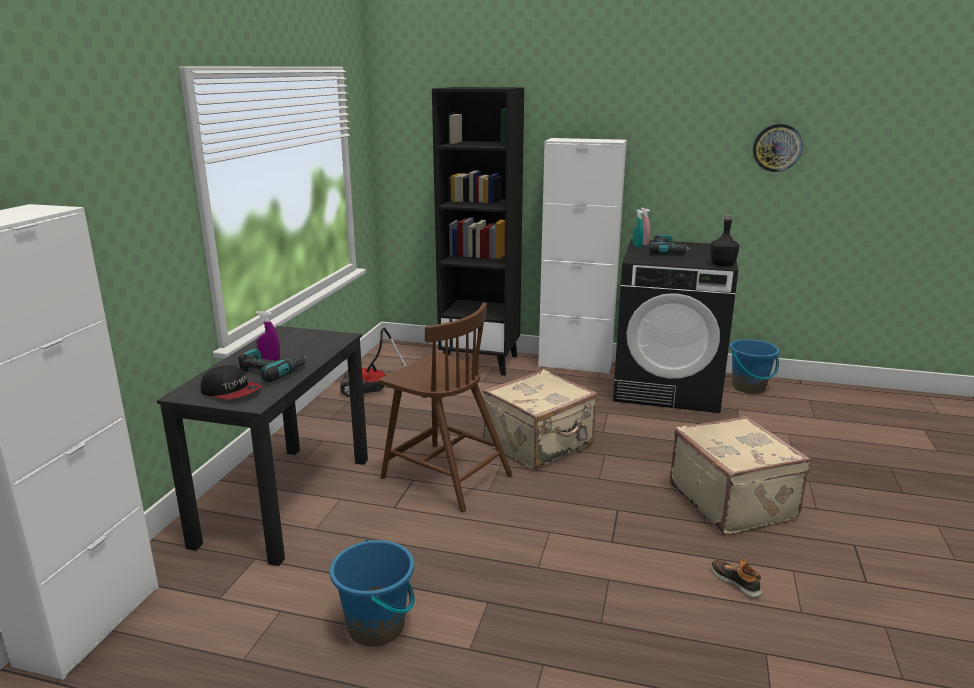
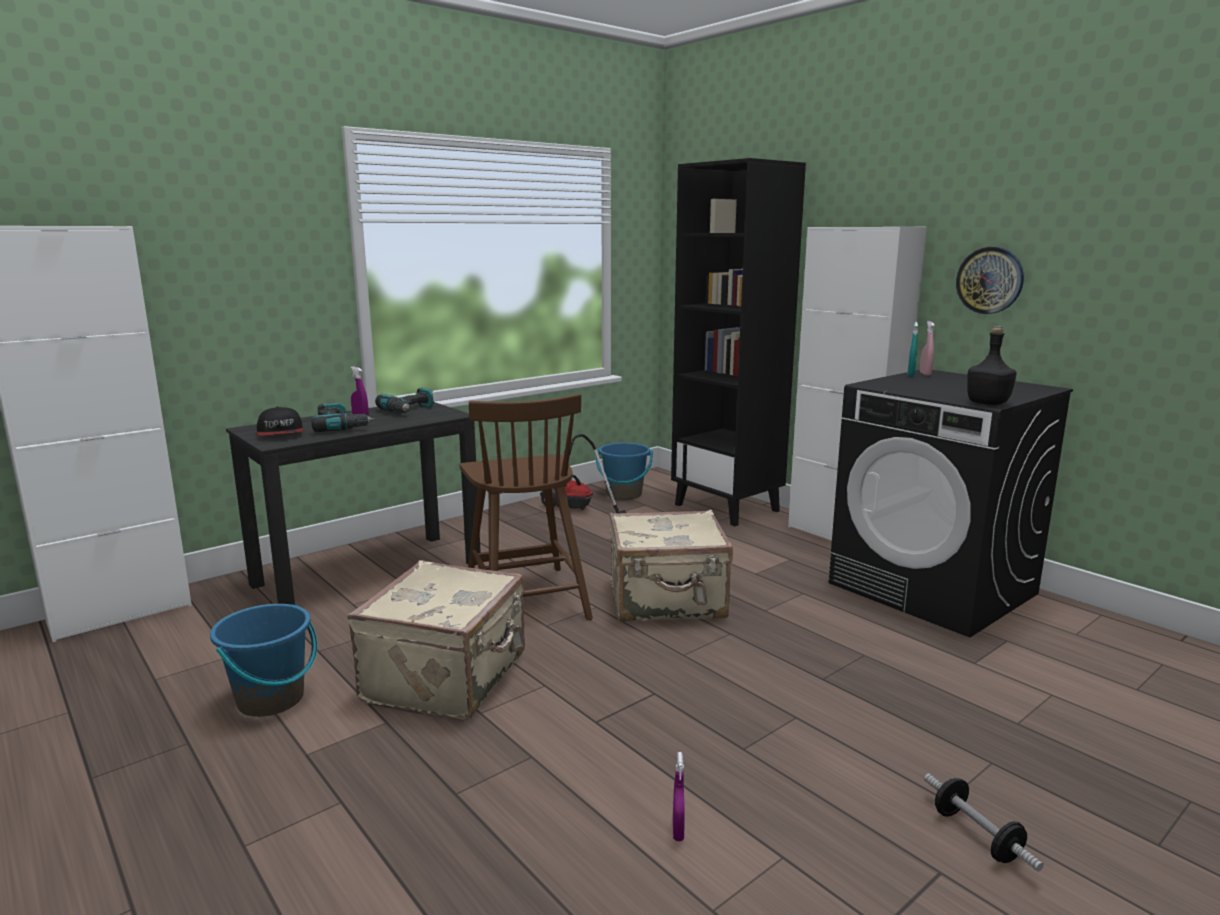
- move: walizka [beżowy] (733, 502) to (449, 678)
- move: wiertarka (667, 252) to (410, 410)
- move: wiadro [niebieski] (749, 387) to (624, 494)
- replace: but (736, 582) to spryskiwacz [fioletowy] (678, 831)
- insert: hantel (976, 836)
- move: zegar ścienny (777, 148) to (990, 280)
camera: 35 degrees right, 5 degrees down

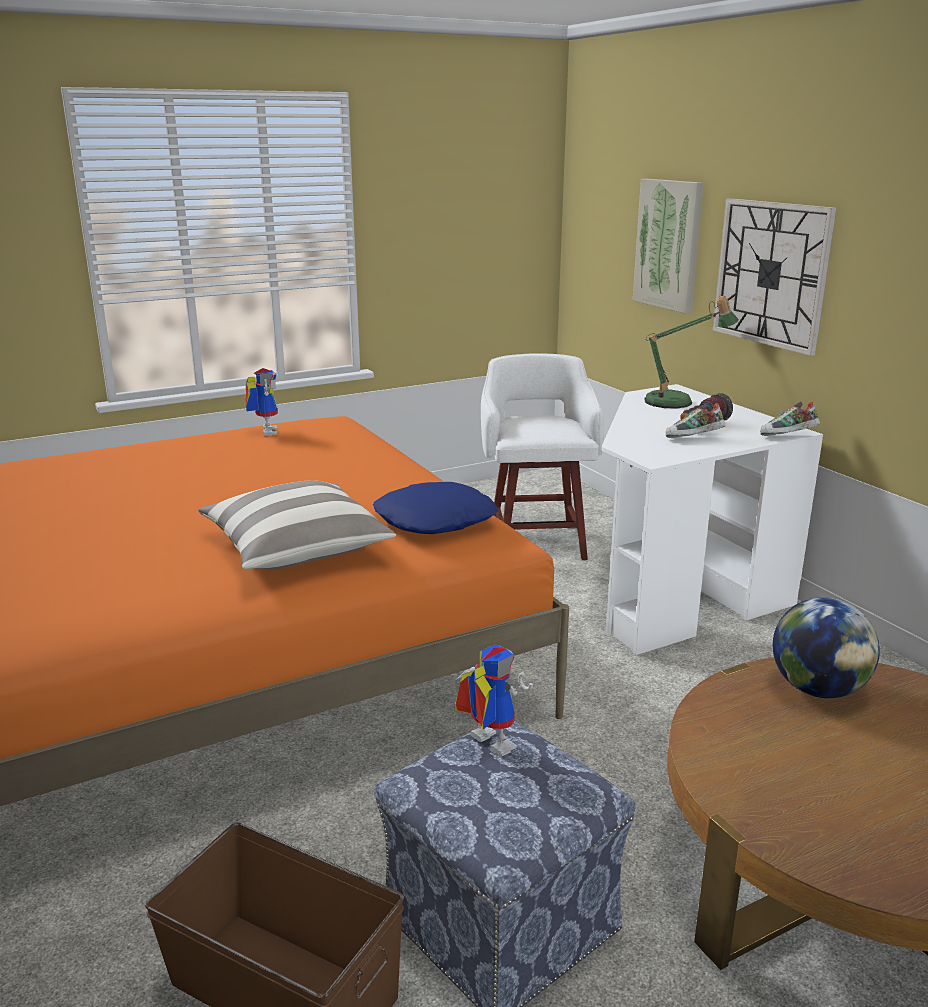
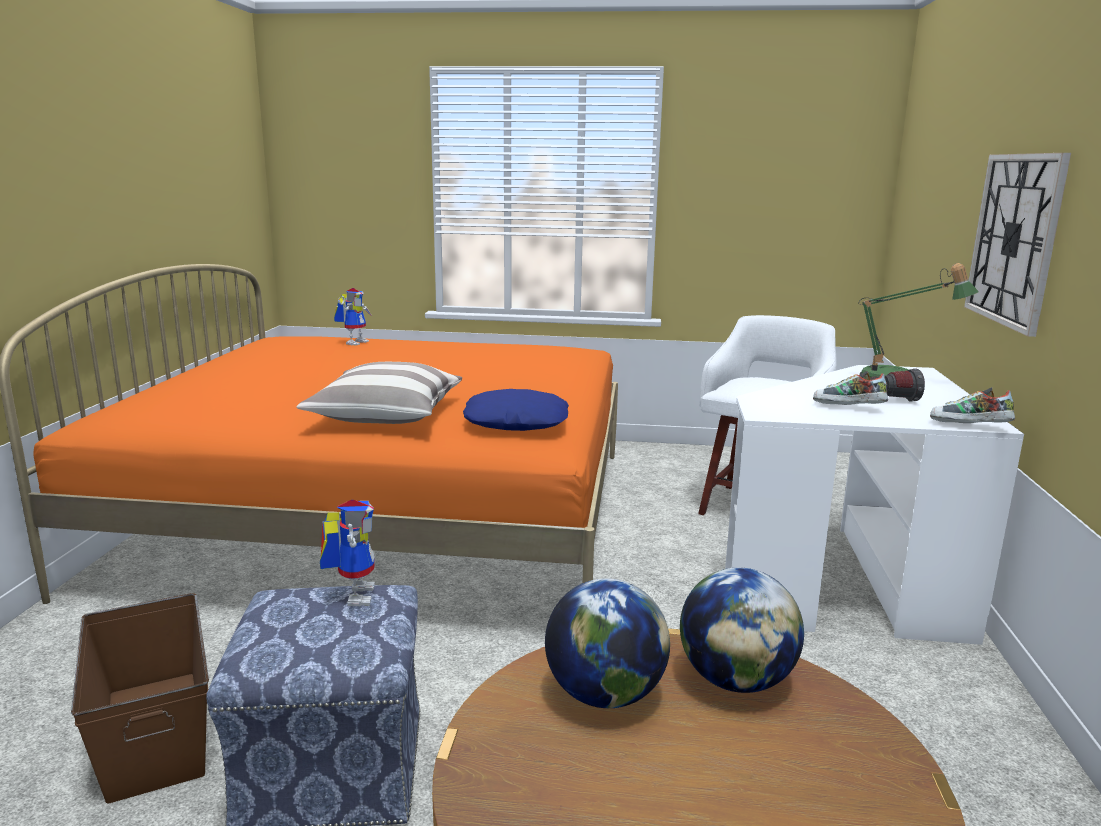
- move: robot zabawkowy (265, 431) to (355, 342)
- insert: globus (605, 695)
- delete: obraz (668, 244)
camera: 35 degrees right, 5 degrees down

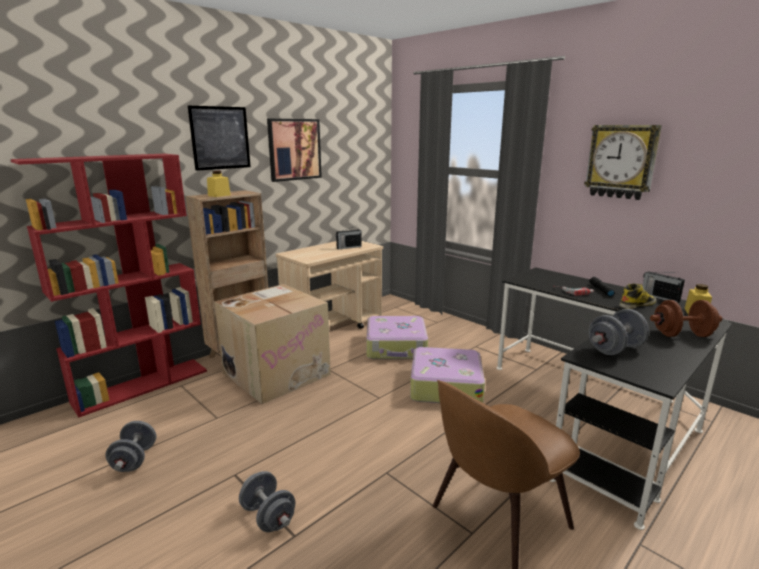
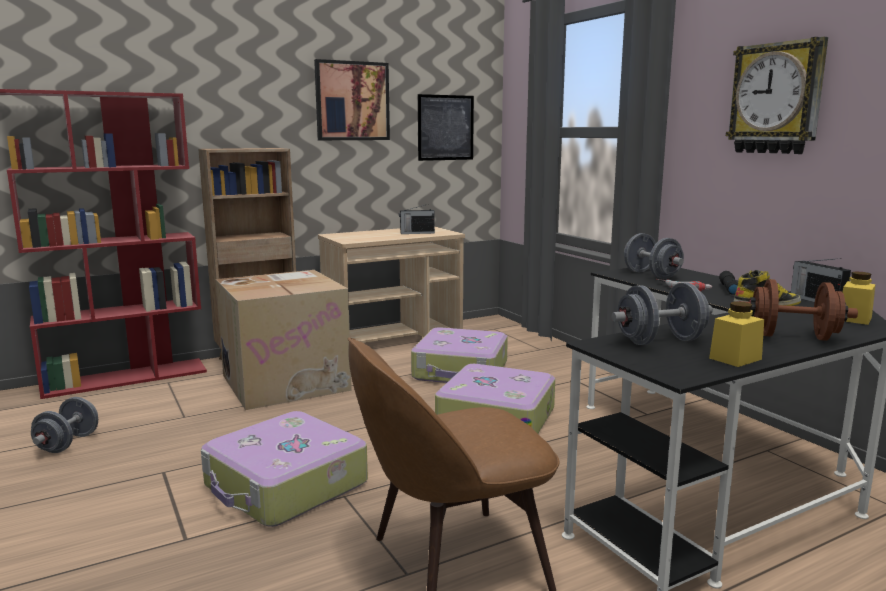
- insert: walizka (285, 486)
- move: obraz (220, 138) to (445, 127)
- move: hantel [szary] (268, 516) to (651, 275)
- move: słoik [żółty] (219, 195) to (735, 358)
camera: 15 degrees right, 5 degrees down

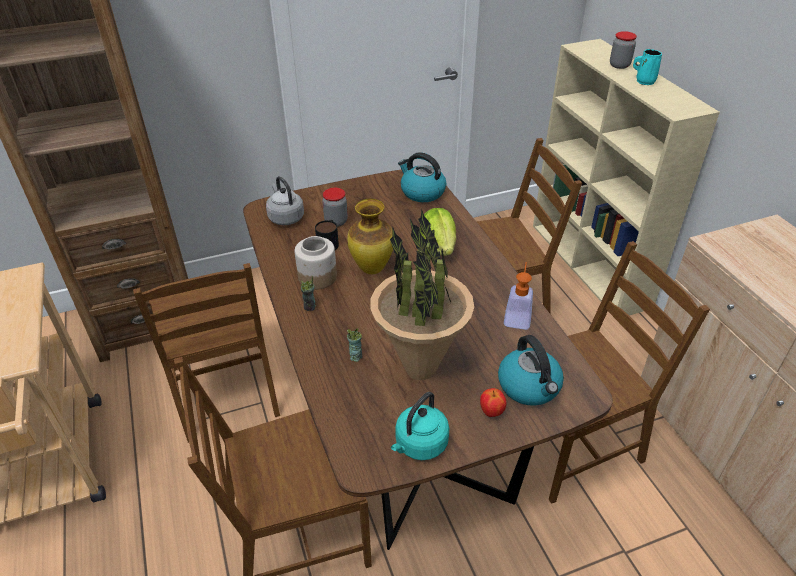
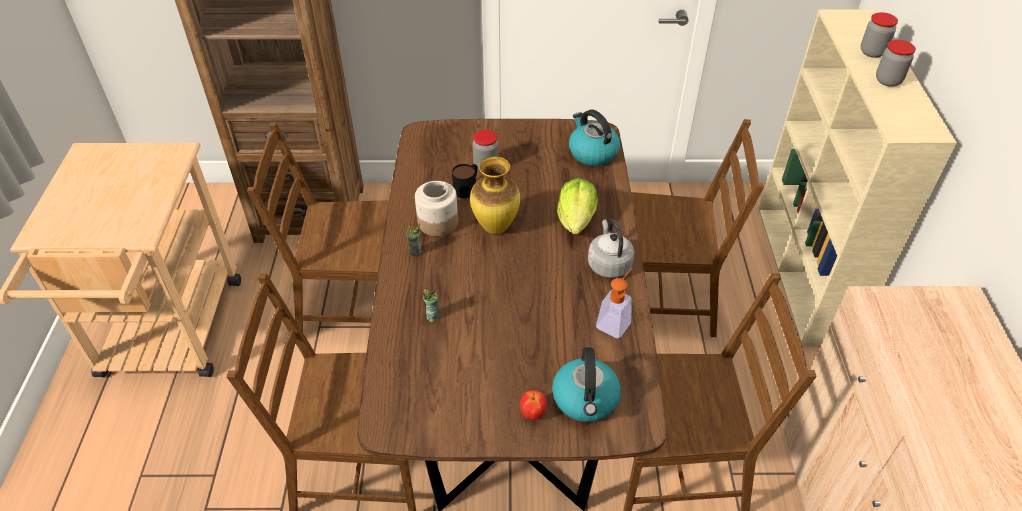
- rotate: krzesło [brązowy] (226, 391) = (354, 305) 90 degrees clockwise
- move: czajnik [szary] (285, 217) to (608, 263)
- replace: kubek [turkusowy] (644, 81) to słoik (888, 80)
- delete: roślina doniczkowa (421, 369)
- delete: czajnik [turkusowy] (419, 445)
camera: 20 degrees right, 5 degrees up

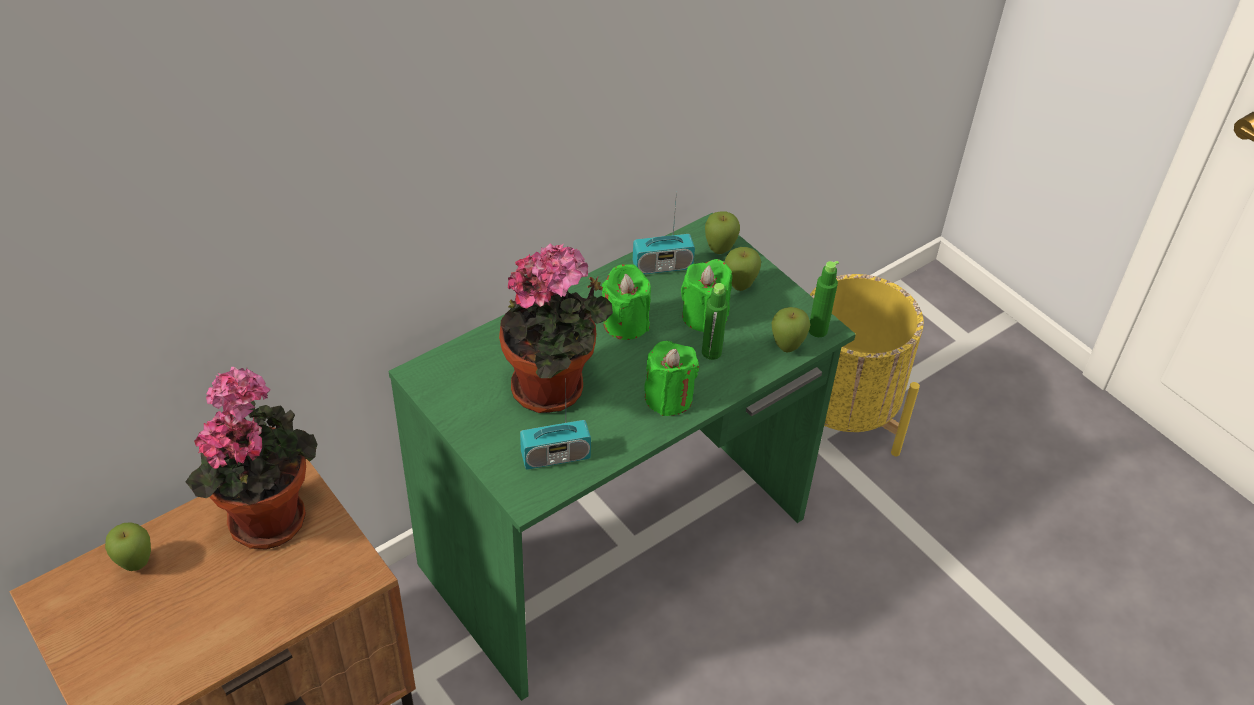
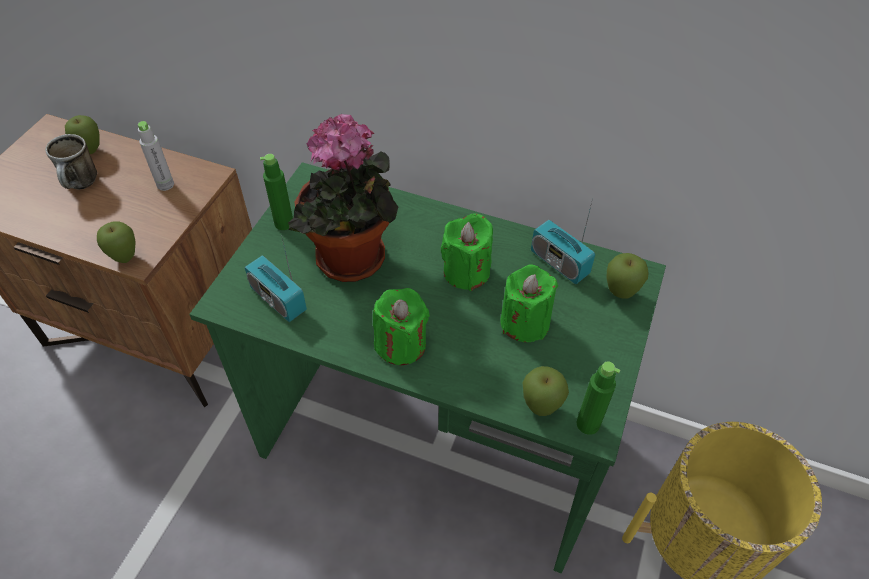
- insert: kubek (82, 185)
- move: jabłko (739, 286) to (125, 258)
- replace: roślina doniczkowa (267, 514) to butelka [szary] (165, 185)
- move: butelka [zielony] (711, 352) to (284, 223)
camera: 60 degrees right, 5 degrees up

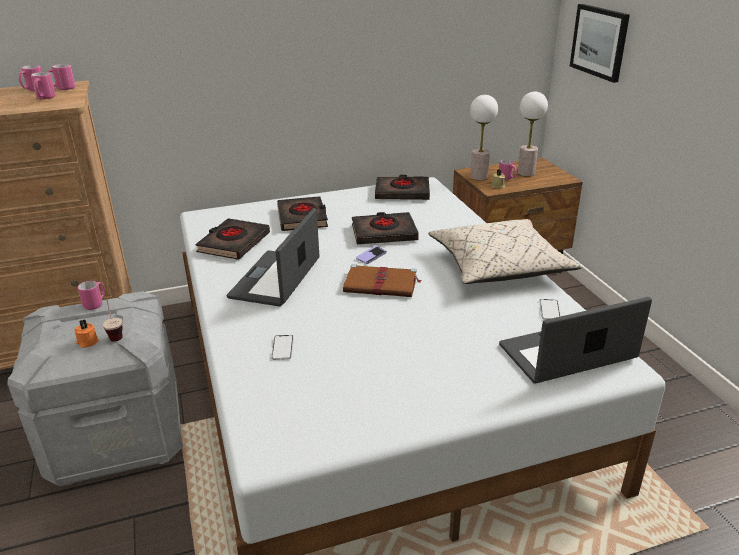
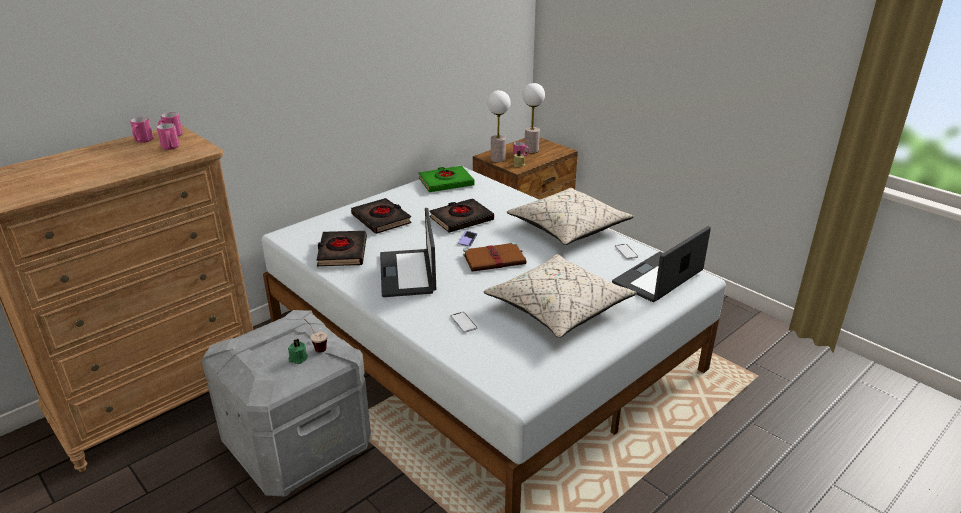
- recolor: świeca [pomarańczowy] (87, 342) to świeca [zielony] (298, 358)
- recolor: książka [czarny] (402, 192) to książka [zielony] (446, 183)
- insert: poduszka [beżowy] (557, 308)
- delete: kubek [różowy] (96, 304)
- delete: obraz (599, 42)
camera: 25 degrees left, 0 degrees up

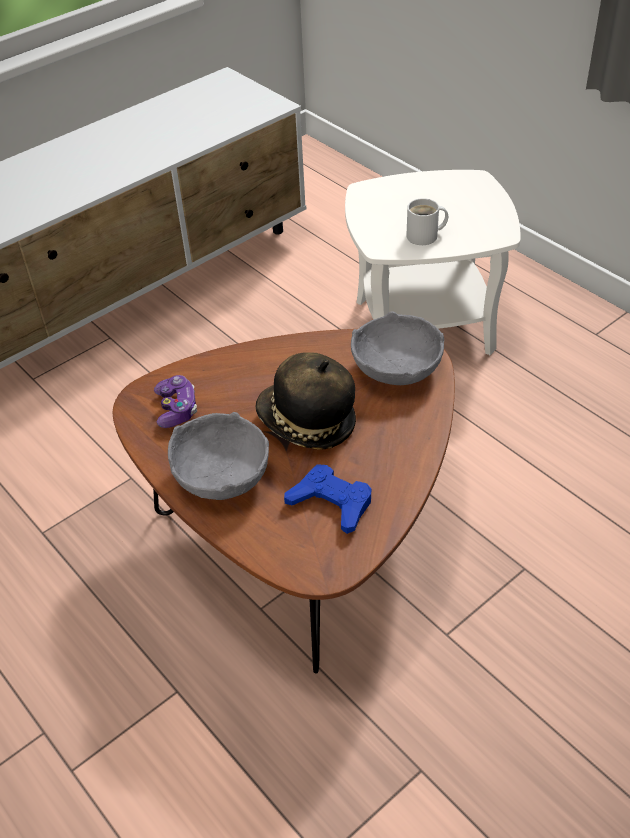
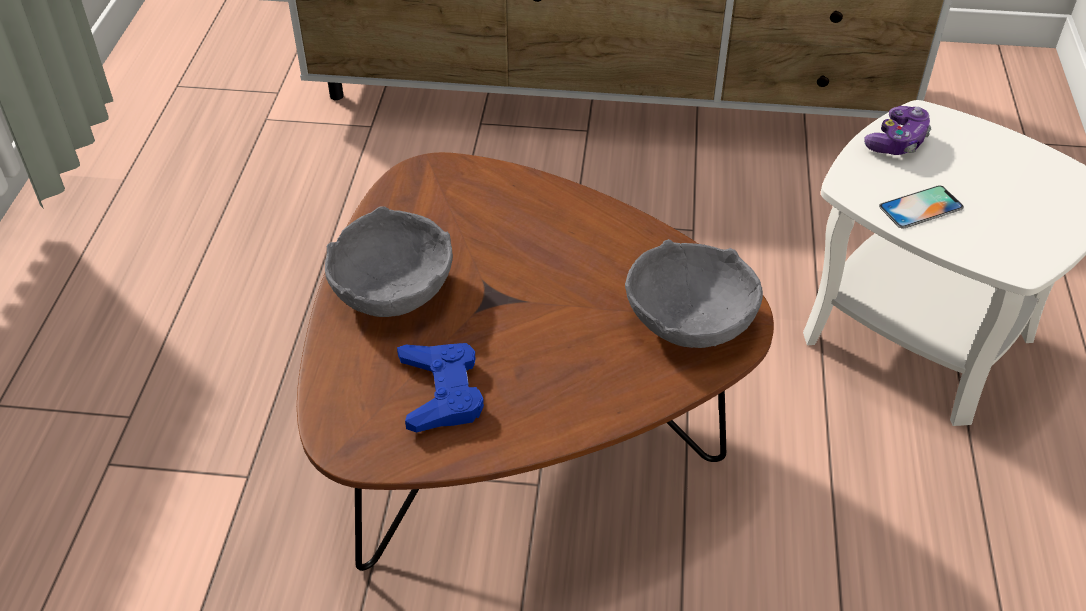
- move: pad do gier (176, 409) to (897, 142)
- replace: kubek [biały] (425, 236) to telefon (921, 207)
- delete: kapelusz (306, 422)
camera: 45 degrees right, 0 degrees up

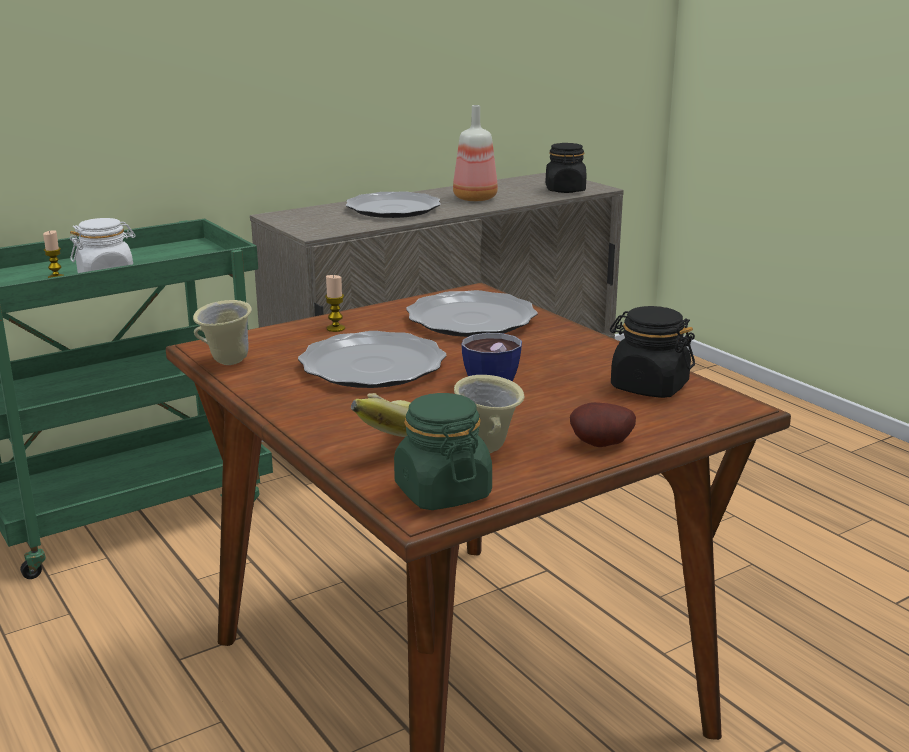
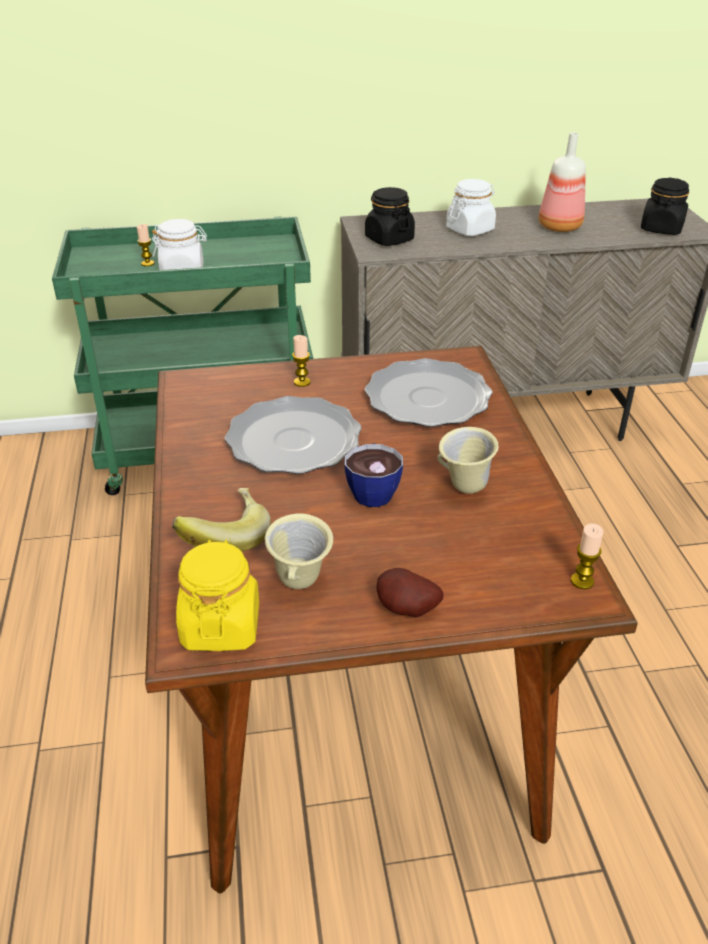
- recolor: słoik [zielony] (442, 492) to słoik [żółty] (221, 626)
- move: słoik [czarny] (648, 387) to (389, 239)
- move: kubek [beżowy] (226, 363) to (464, 489)
- replace: talerz (393, 209) to słoik [biały] (470, 230)
- insert: świeca (582, 581)
camera: 25 degrees right, 15 degrees up

